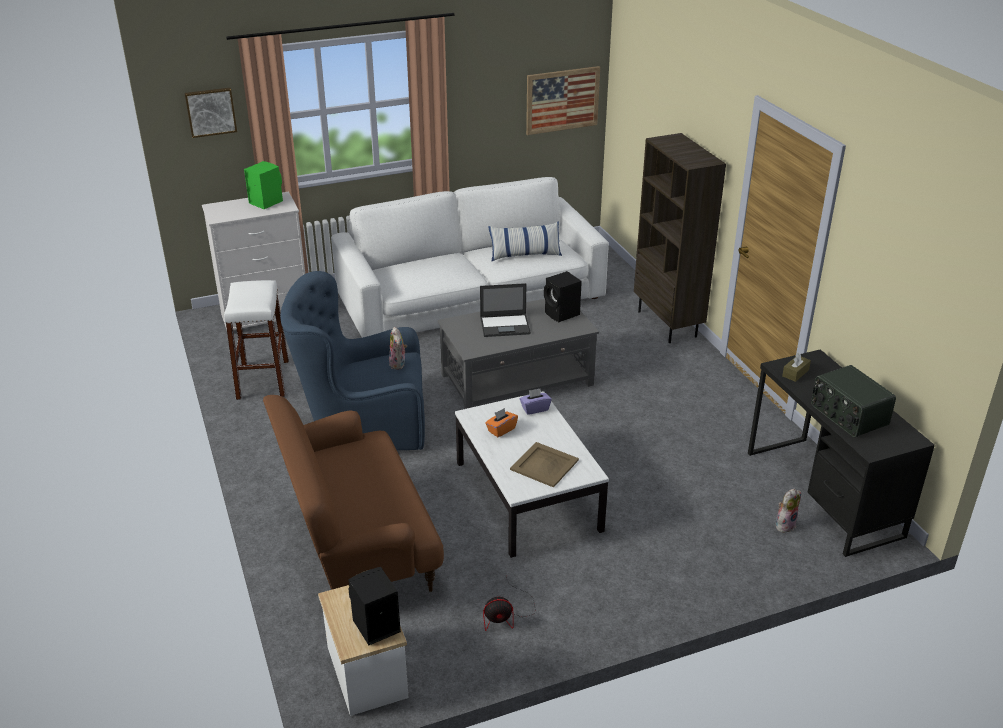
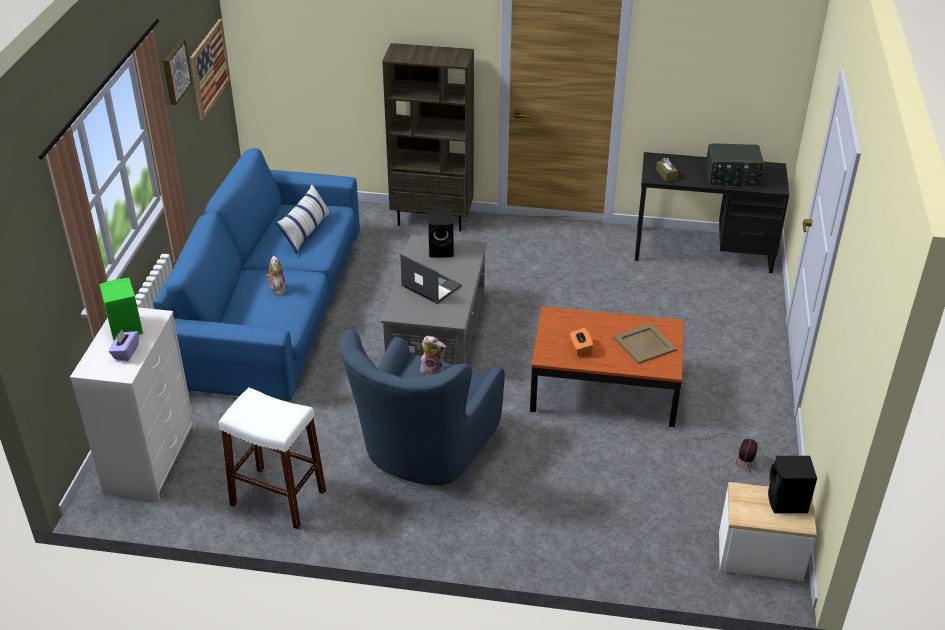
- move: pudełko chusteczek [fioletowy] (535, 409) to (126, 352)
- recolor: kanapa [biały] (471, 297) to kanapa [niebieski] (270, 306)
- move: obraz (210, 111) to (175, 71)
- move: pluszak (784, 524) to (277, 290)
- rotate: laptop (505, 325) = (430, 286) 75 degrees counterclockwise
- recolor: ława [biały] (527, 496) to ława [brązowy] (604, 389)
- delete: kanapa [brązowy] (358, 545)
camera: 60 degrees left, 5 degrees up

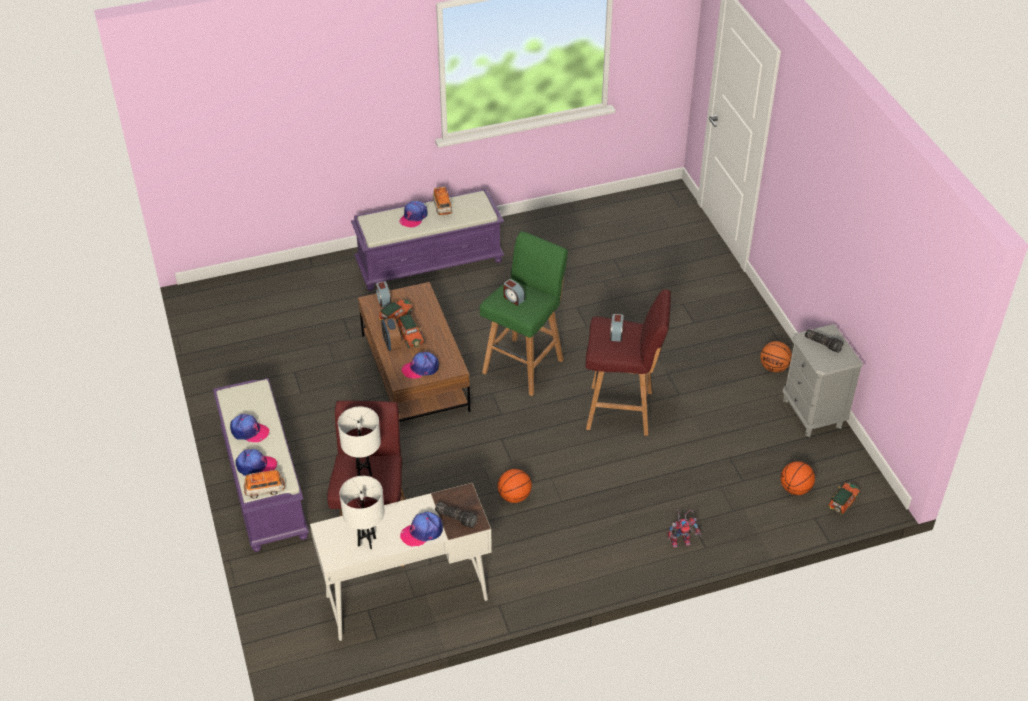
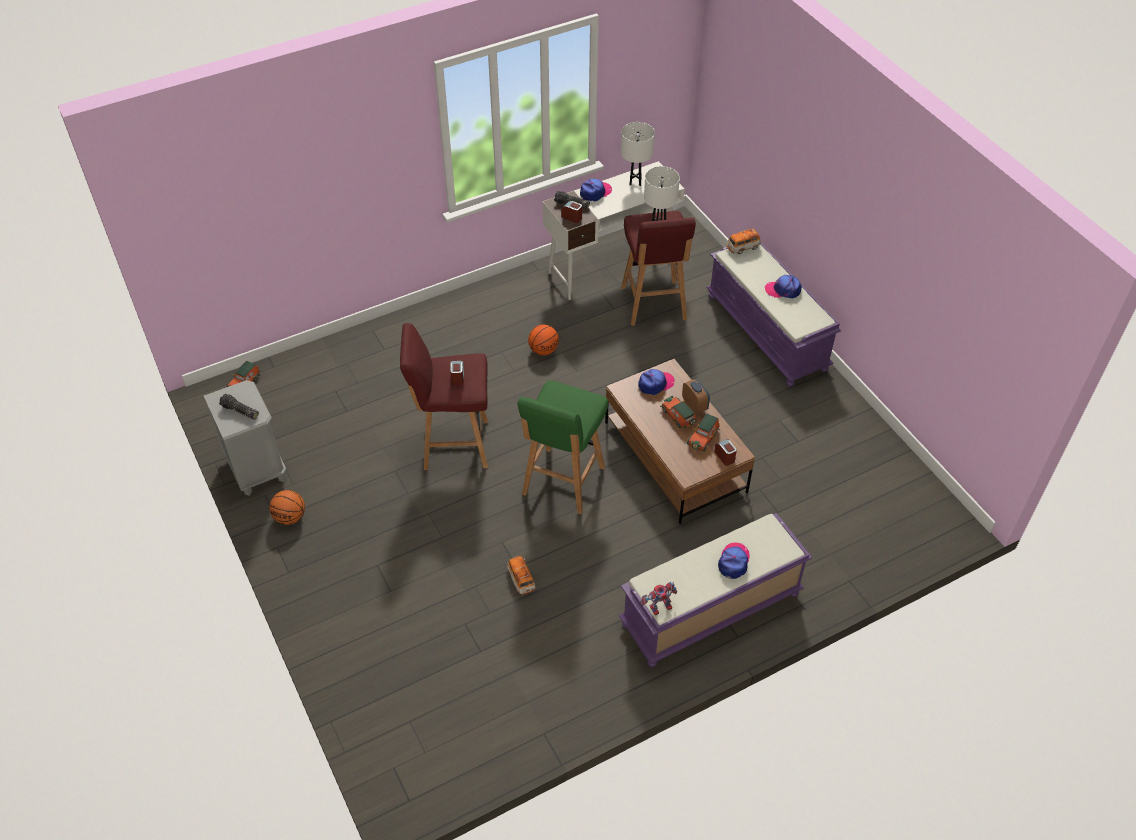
- move: samochodzik (442, 207) to (521, 580)
- move: budzik (513, 298) to (572, 217)
- move: robot zabawkowy (681, 540) to (659, 609)
- delete: czapka z daszkiem (256, 466)
- delete: piłka do koszykówki (795, 489)
camera: 170 degrees right, 5 degrees up

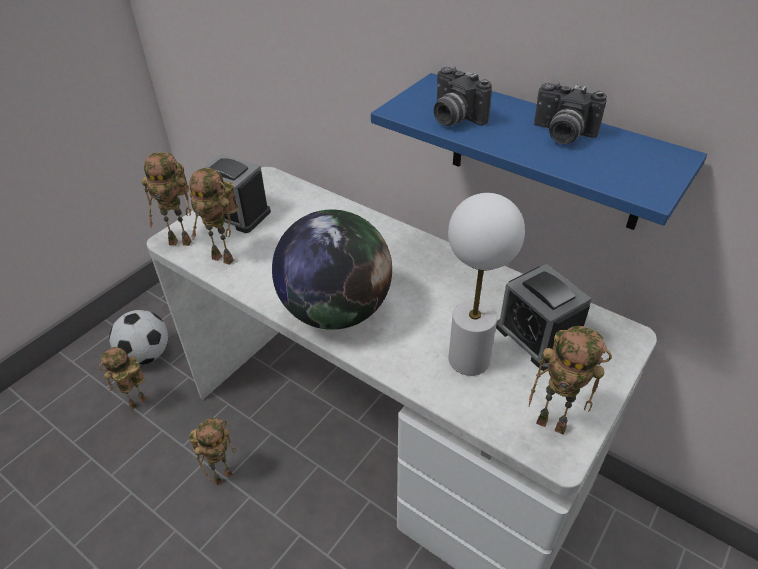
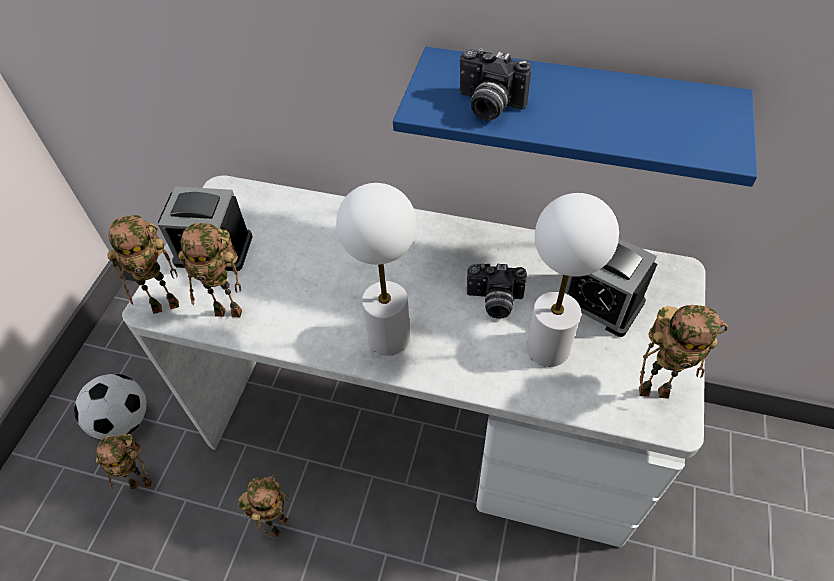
- rotate: robot zabawkowy (138, 405) = (143, 481) 120 degrees counterclockwise
- replace: globus (336, 311) to lampa stołowa [biały] (388, 337)
- move: aparat fotograficzny (561, 135) to (494, 302)
camera: 20 degrees left, 10 degrees up

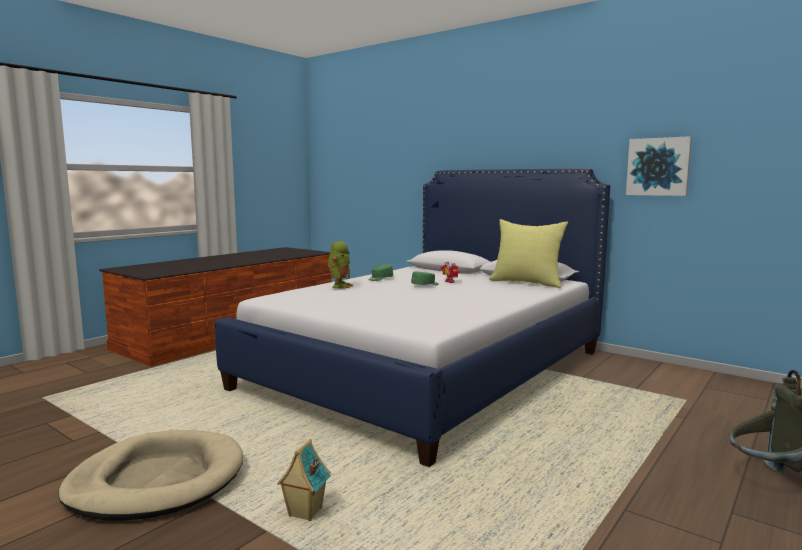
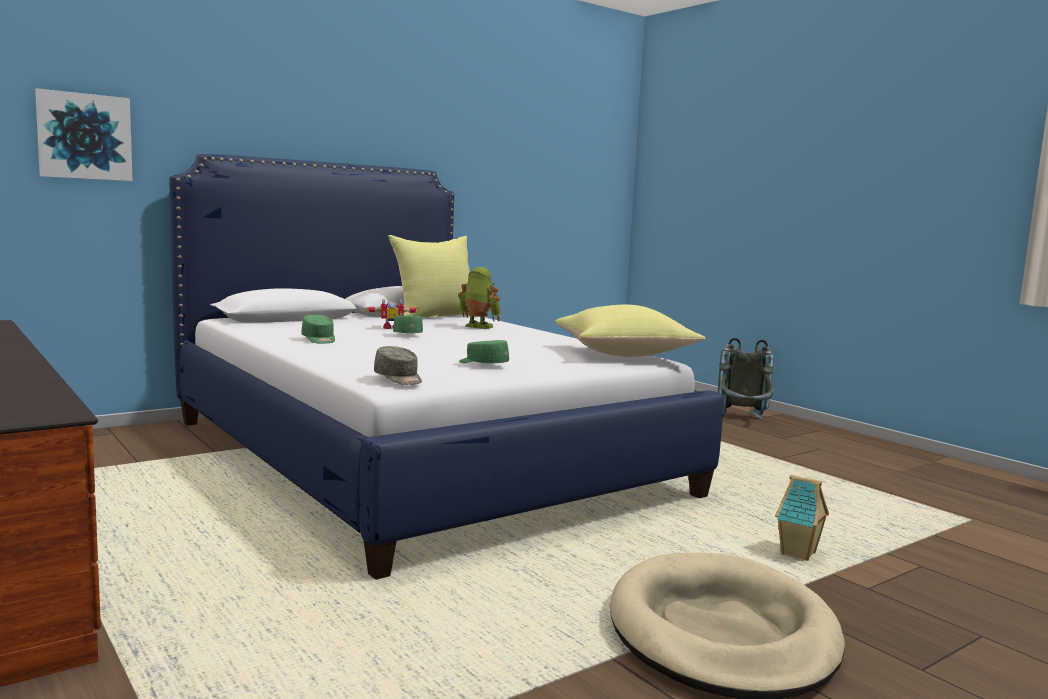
- move: obraz (658, 167) to (84, 136)
- insert: czapka z daszkiem [szary] (399, 378)
- move: robot zabawkowy (340, 286) to (477, 327)
- insert: czapka z daszkiem [zielony] (483, 364)
- insert: poduszka [żółty] (625, 354)
camera: 75 degrees left, 0 degrees up

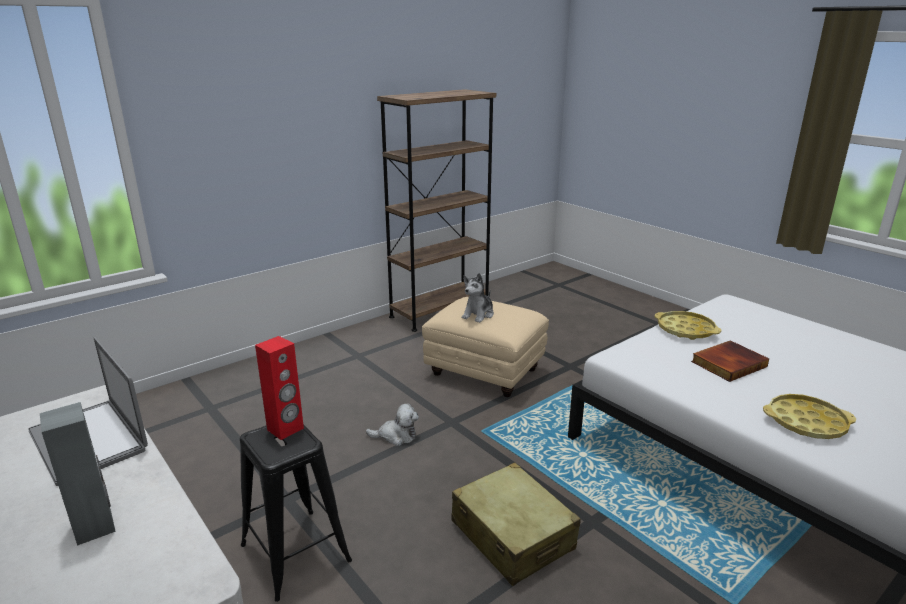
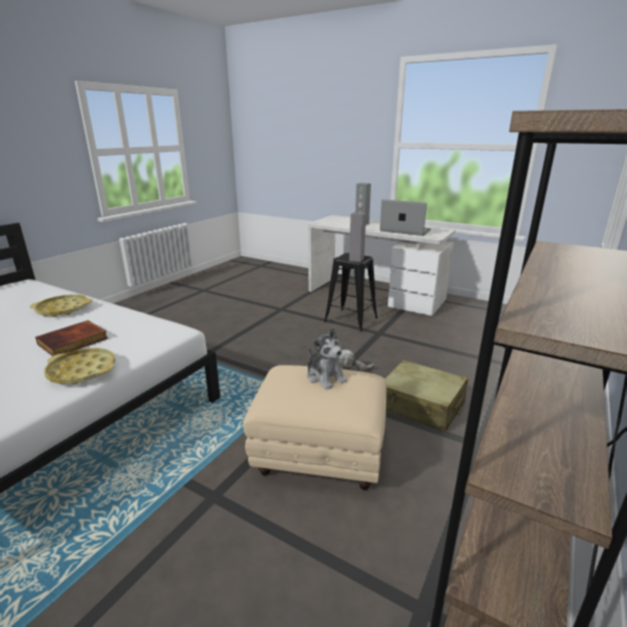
- rotate: pluszak (478, 314) = (325, 377) 135 degrees clockwise
- recolor: głośnik [czerwony] (285, 429) to głośnik [szary] (356, 259)
- move: walizka [beżowy] (512, 535) to (421, 405)
camera: 160 degrees right, 0 degrees up

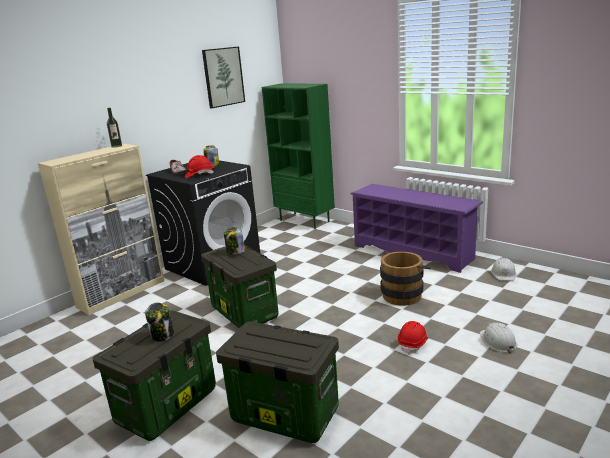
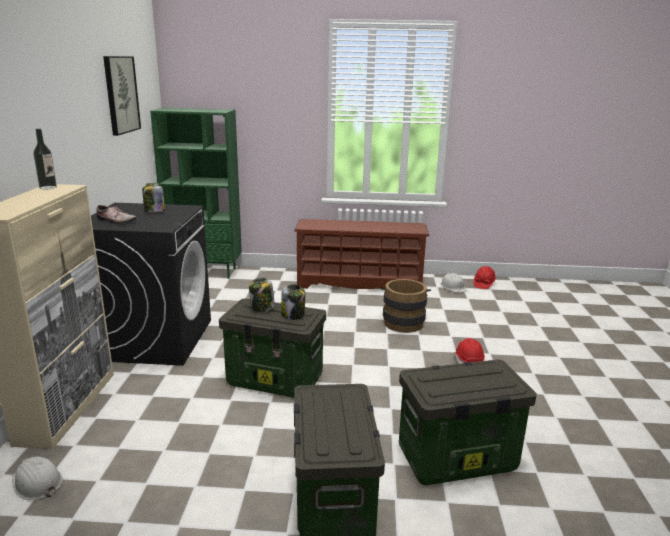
- move: kask [biały] (497, 341) to (37, 482)
- move: słoik (162, 335) to (293, 315)
- recolor: regał na buty [fioletowy] (414, 252) to regał na buty [brązowy] (359, 283)
- move: kask [czerwony] (199, 175) to (483, 284)
camera: 40 degrees left, 0 degrees up

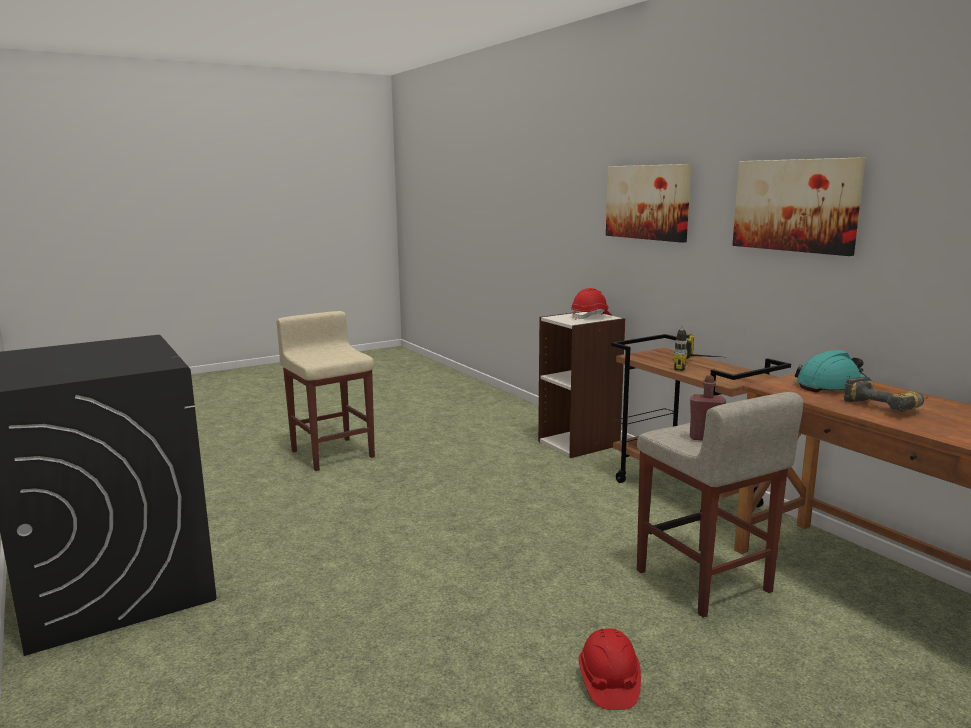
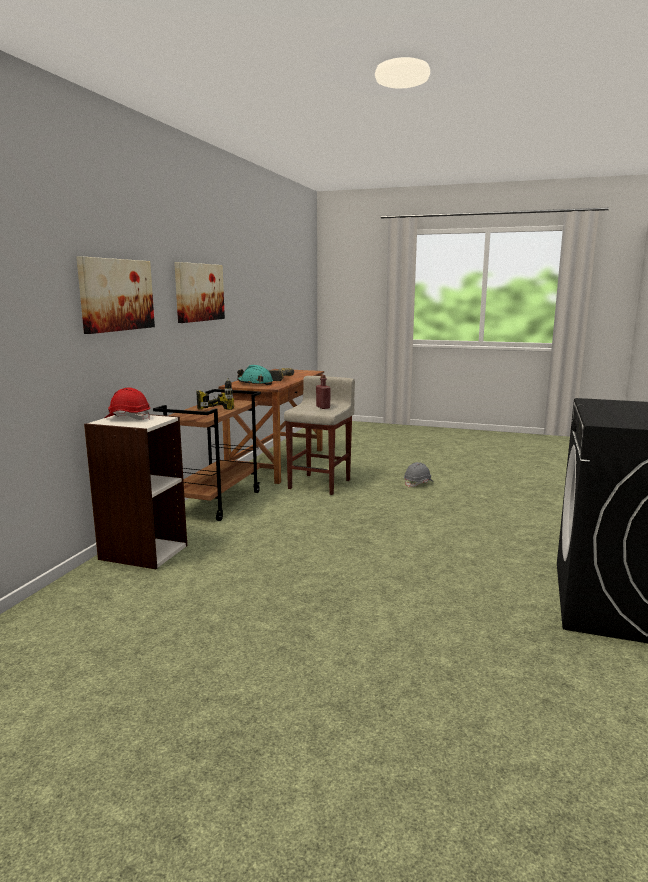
- recolor: kask [czerwony] (608, 683) to kask [szary] (418, 483)
- delete: stołek [beżowy] (332, 453)
camera: 130 degrees left, 0 degrees up

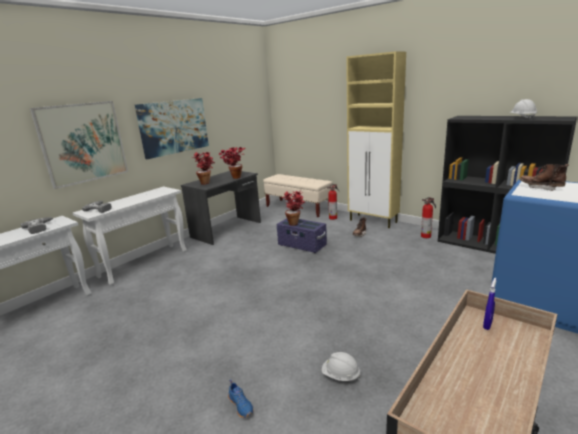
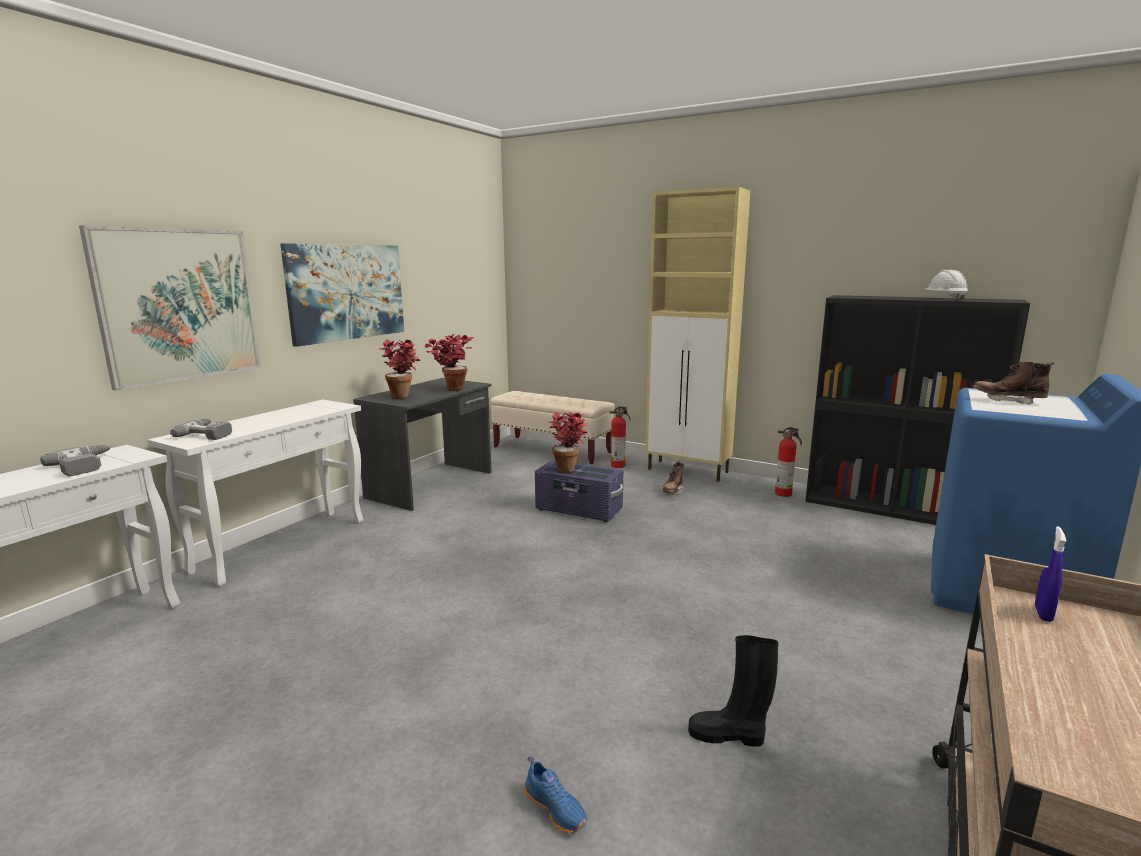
- replace: kask [biały] (340, 375) to but z cholewką [czarny] (728, 735)
camera: 10 degrees left, 5 degrees down

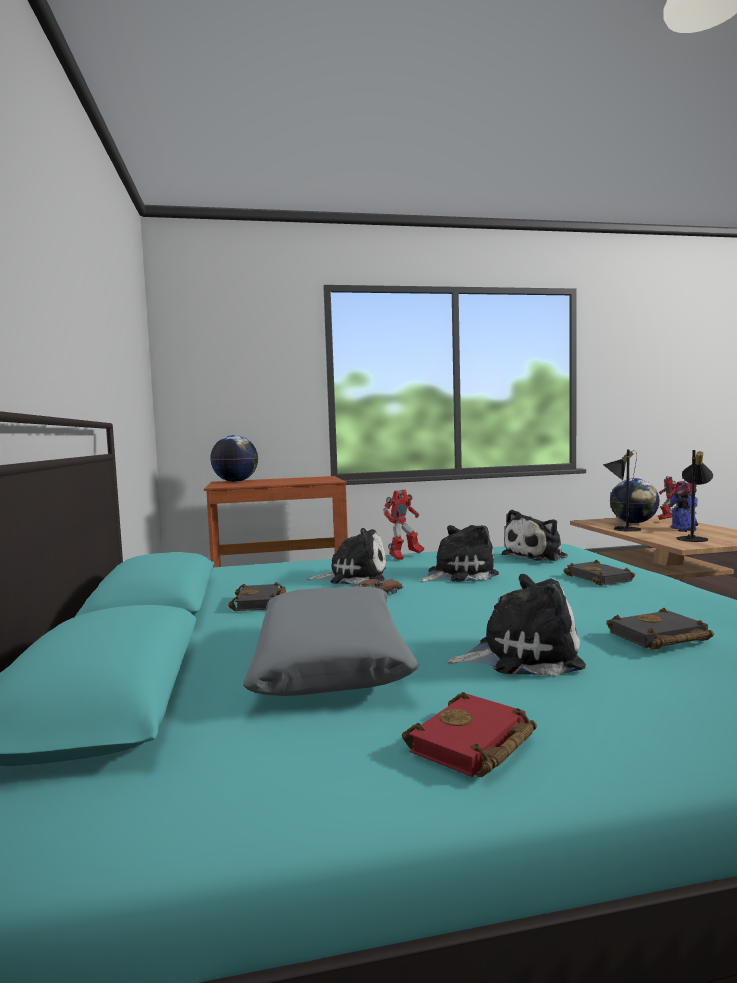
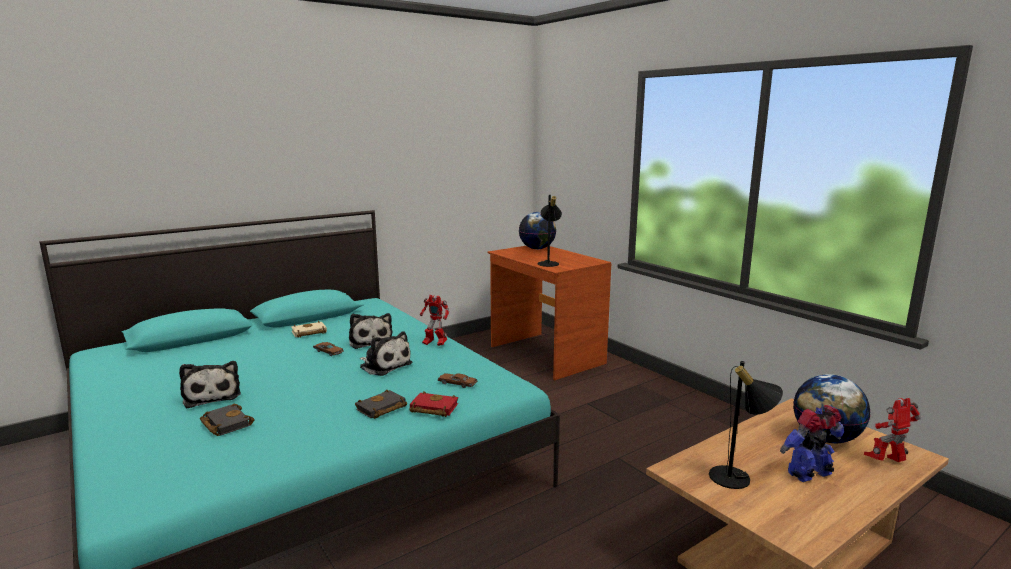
- recolor: książka [czarny] (261, 603) to książka [beżowy] (308, 333)
- move: książka [czerwony] (472, 745) to (432, 408)
- replace: pluszak (537, 556) to samochodzik [brązowy] (457, 383)
- move: lampa stołowa [czarny] (621, 529) to (549, 263)
- delete: poduszka [szary] (331, 659)
camera: 65 degrees right, 10 degrees up

